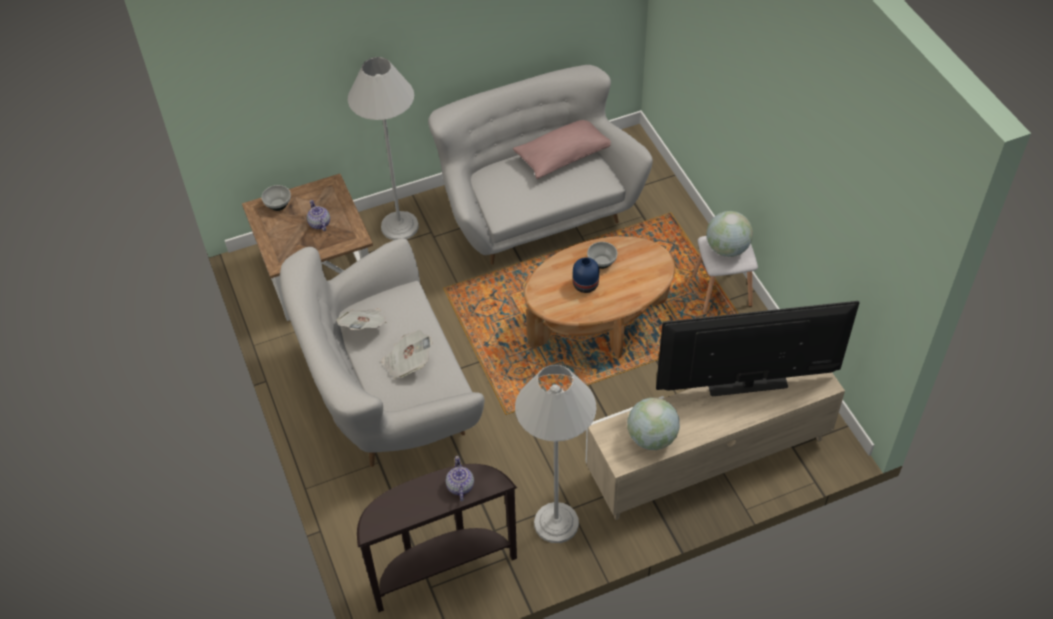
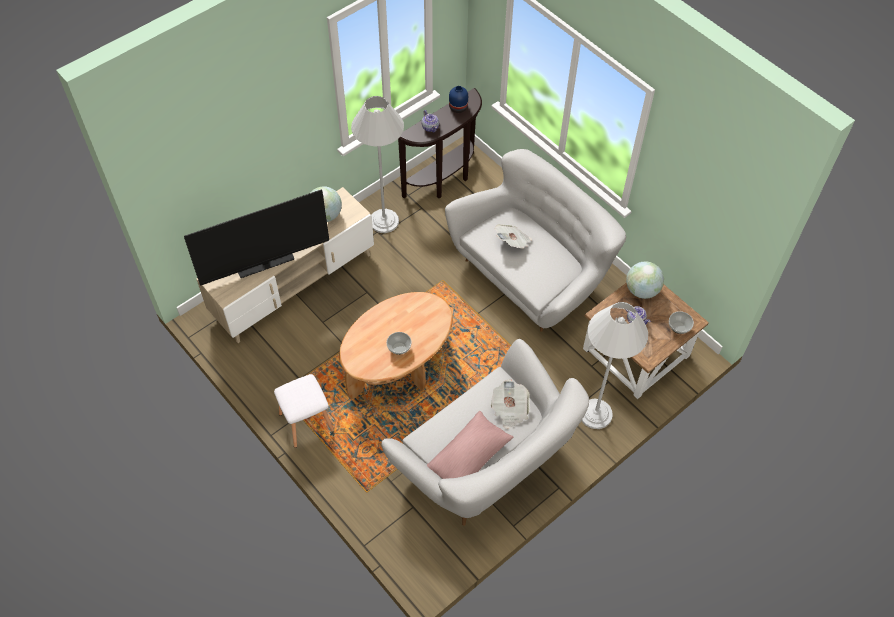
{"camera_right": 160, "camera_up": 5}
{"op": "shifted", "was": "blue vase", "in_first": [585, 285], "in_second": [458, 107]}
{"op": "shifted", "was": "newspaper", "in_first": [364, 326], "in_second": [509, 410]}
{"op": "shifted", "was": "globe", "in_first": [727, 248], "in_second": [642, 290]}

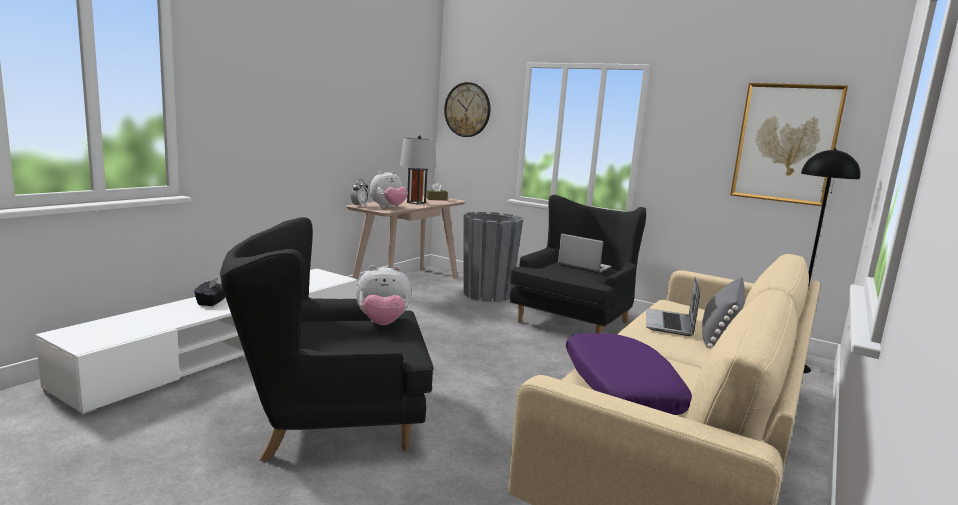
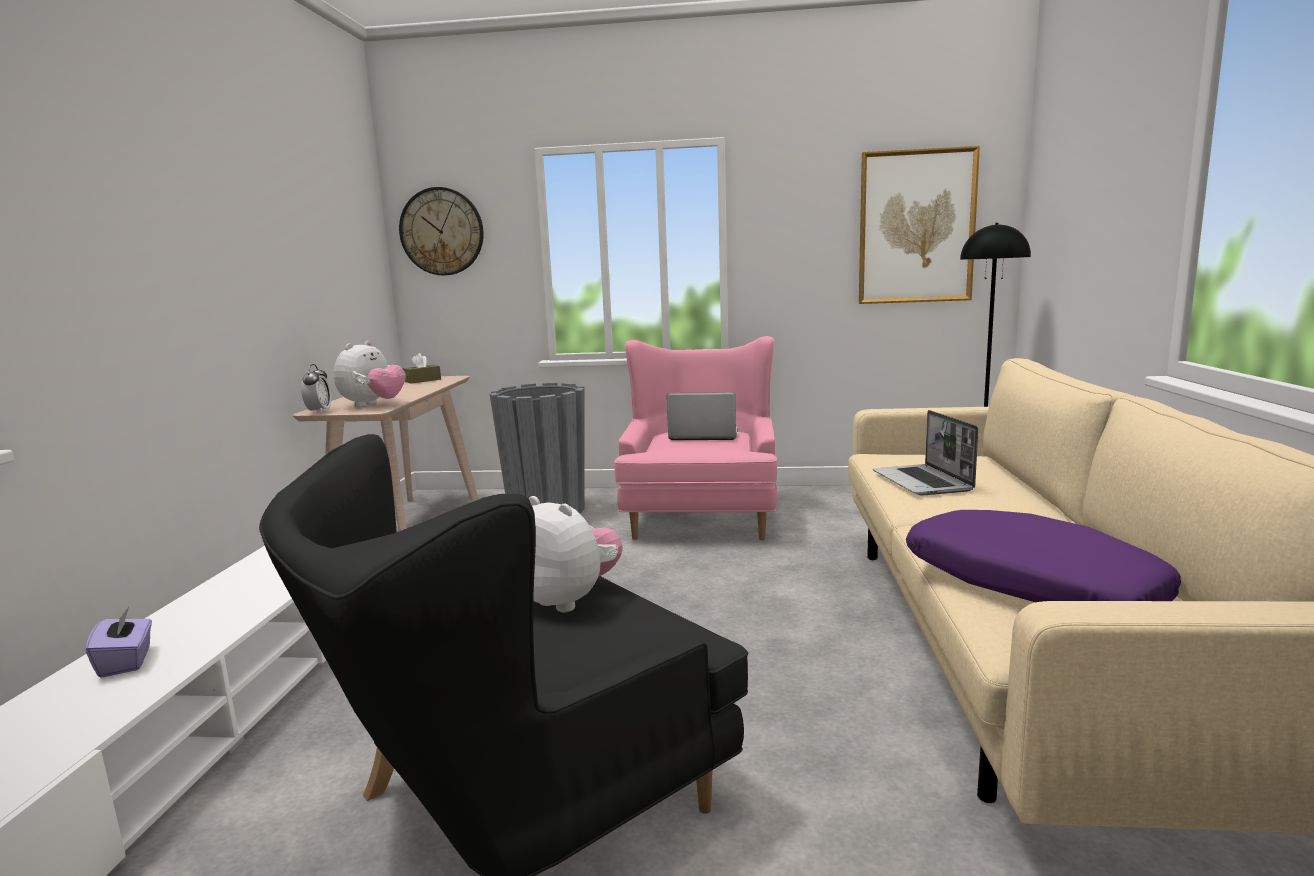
{"camera_right": -25, "camera_up": 0}
{"op": "repainted", "was": "black tissue box", "now": "purple tissue box", "in_first": [212, 302], "in_second": [126, 662]}
{"op": "rotated", "was": "plush toy", "in_first": [382, 324], "in_second": [568, 600], "clockwise": -105}
{"op": "repainted", "was": "black armchair", "now": "pink armchair", "in_first": [575, 321], "in_second": [702, 517]}
{"op": "gone", "was": "grey table lamp", "in_first": [416, 203]}
{"op": "gone", "was": "grey pillow", "in_first": [720, 332]}

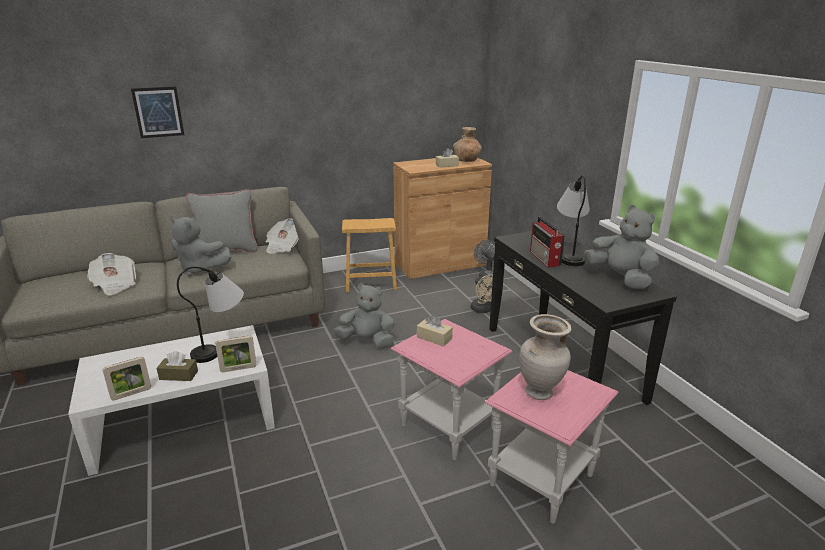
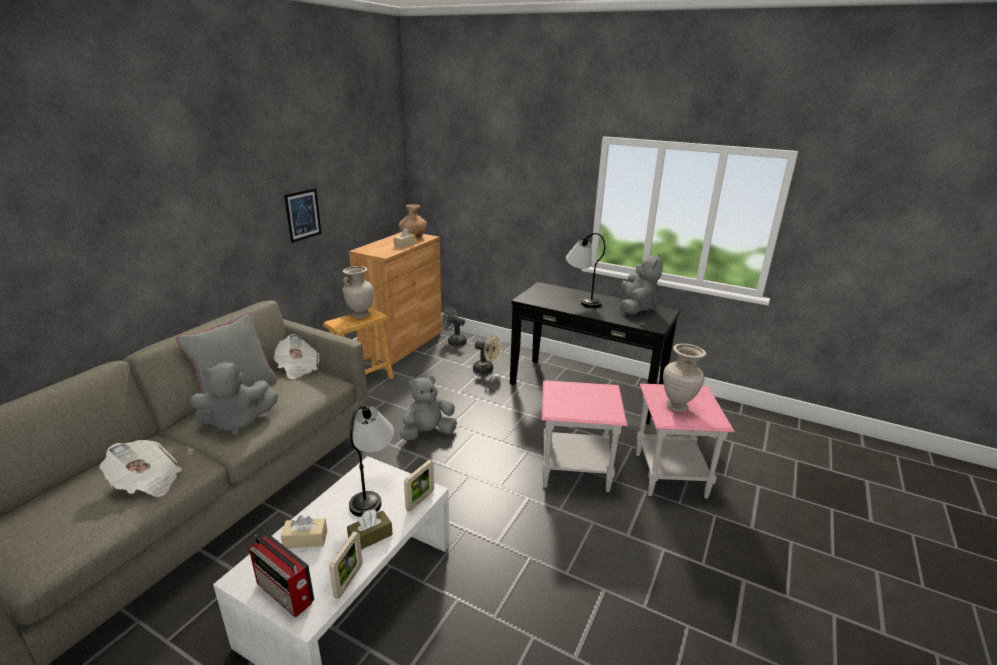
{"camera_right": -40, "camera_up": 0}
{"op": "shifted", "was": "radio", "in_first": [545, 259], "in_second": [285, 593]}
{"op": "shifted", "was": "beige tissue box", "in_first": [434, 338], "in_second": [305, 539]}
{"op": "shifted", "was": "picture", "in_first": [158, 112], "in_second": [303, 215]}
{"op": "new", "now": "beige vase", "in_second": [360, 315]}
{"op": "rotated", "was": "grey plush toy", "in_first": [620, 278], "in_second": [635, 307], "clockwise": 90}

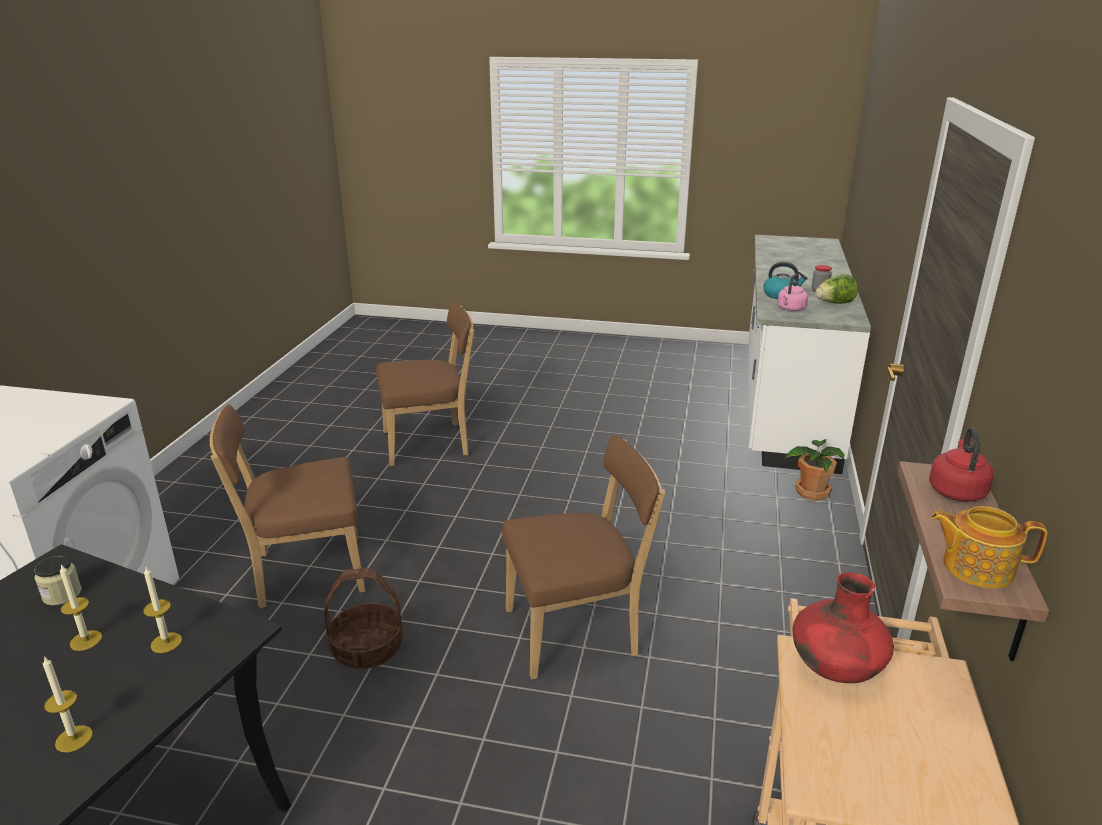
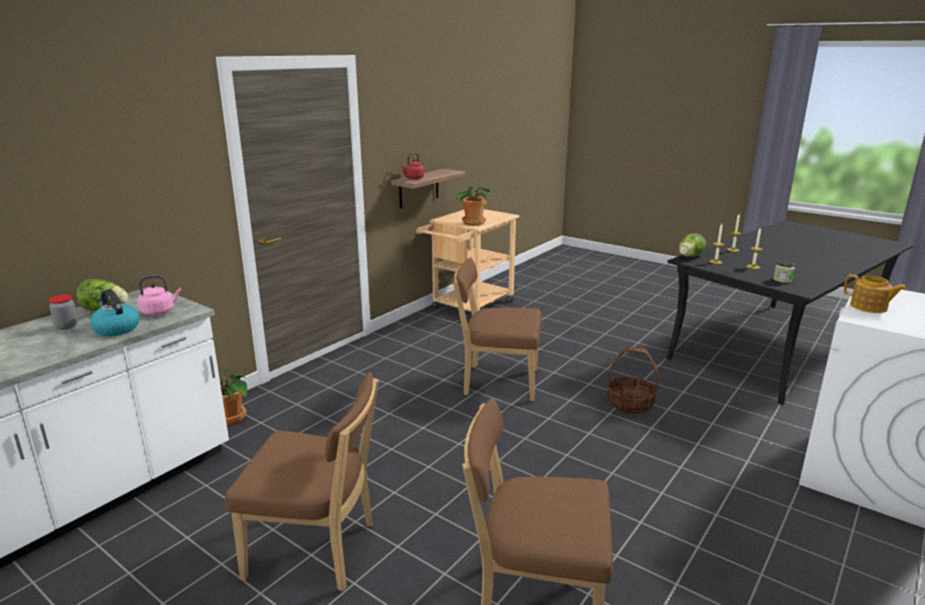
{"camera_right": -155, "camera_up": -5}
{"op": "shifted", "was": "brown chair", "in_first": [304, 573], "in_second": [317, 551]}
{"op": "swapped", "was": "red vase", "now": "potted plant", "in_first": [835, 669], "in_second": [472, 223]}
{"op": "new", "now": "lettuce", "in_second": [689, 257]}
{"op": "shifted", "was": "teapot", "in_first": [976, 567], "in_second": [869, 307]}

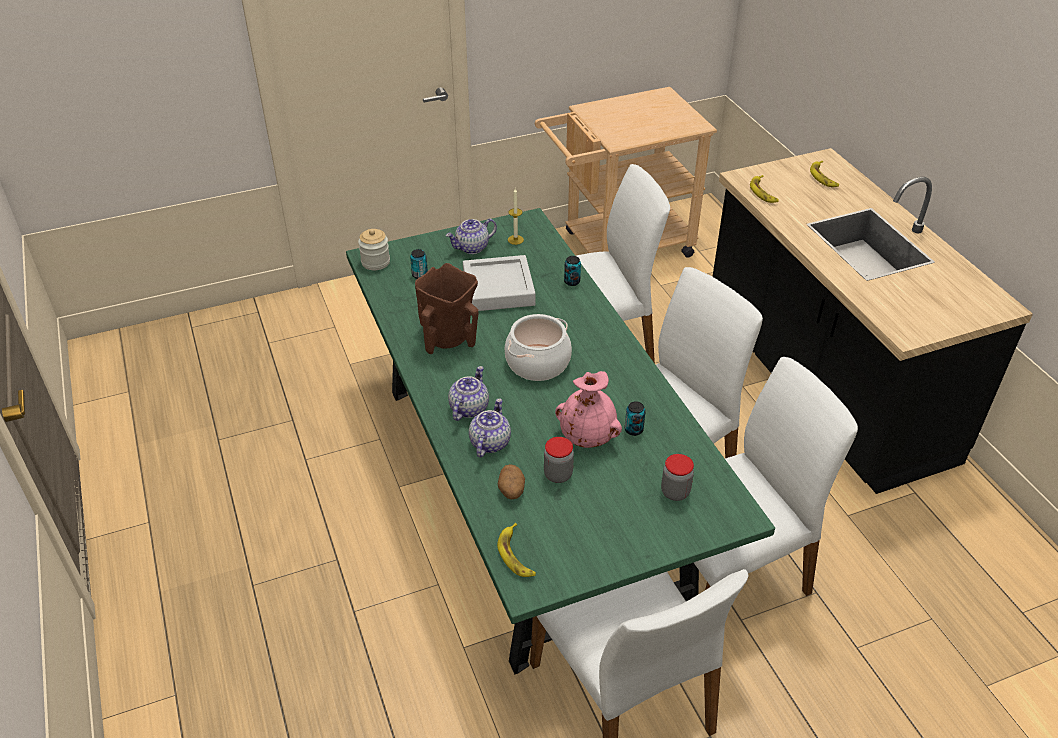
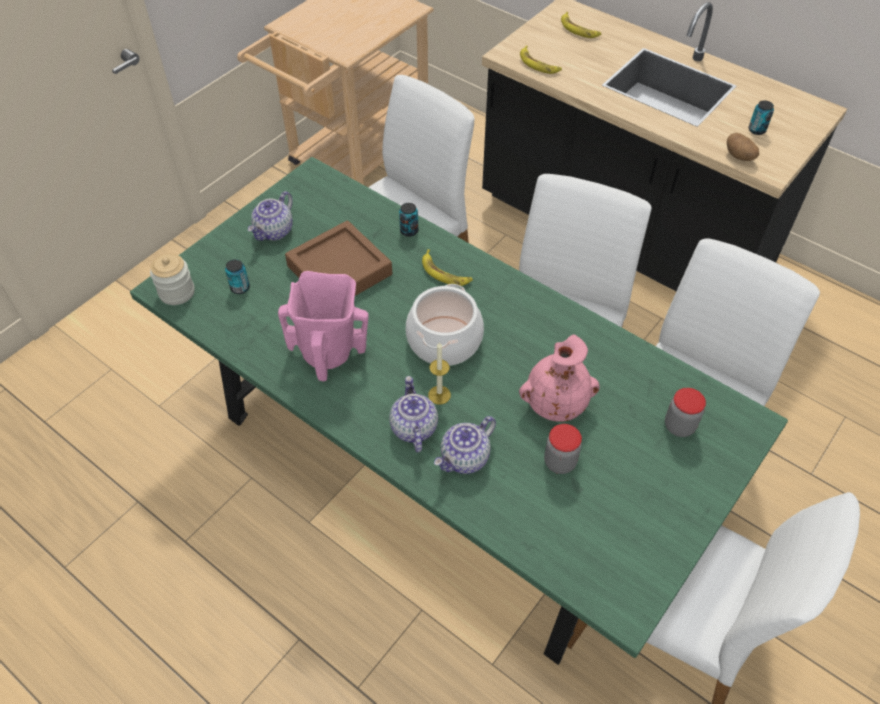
{"camera_right": -30, "camera_up": 10}
{"op": "repainted", "was": "brown vase", "now": "pink vase", "in_first": [449, 338], "in_second": [330, 352]}
{"op": "repainted", "was": "grey tray", "now": "brown tray", "in_first": [498, 289], "in_second": [339, 270]}
{"op": "shifted", "was": "banana", "in_first": [516, 555], "in_second": [445, 273]}
{"op": "shifted", "was": "candle", "in_first": [515, 240], "in_second": [439, 395]}
{"op": "rotated", "was": "teapot", "in_first": [489, 442], "in_second": [465, 458], "clockwise": -120}
{"op": "shifted", "was": "potato", "in_first": [511, 491], "in_second": [739, 156]}
{"op": "shifted", "was": "can", "in_first": [633, 430], "in_second": [756, 130]}

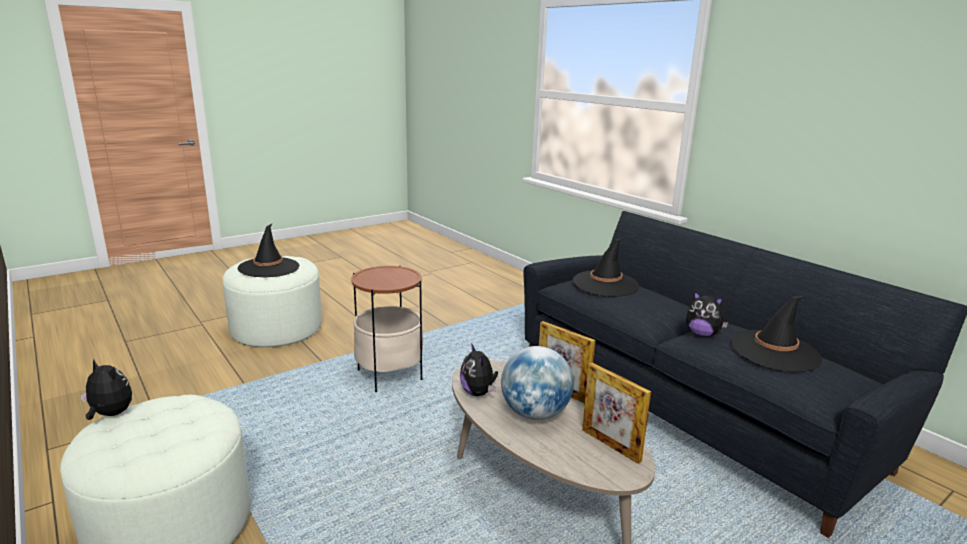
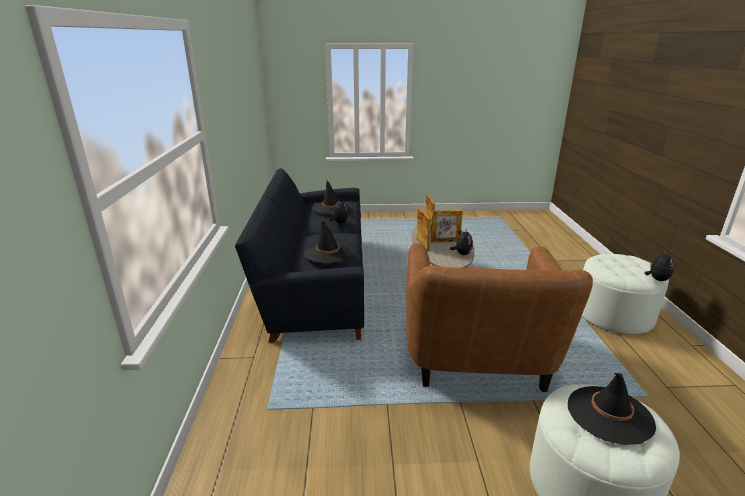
{"camera_right": -145, "camera_up": 5}
{"op": "swapped", "was": "side table", "now": "brown armchair", "in_first": [389, 375], "in_second": [477, 363]}
{"op": "swapped", "was": "globe", "now": "picture frame", "in_first": [535, 414], "in_second": [445, 241]}
{"op": "rotated", "was": "plush toy", "in_first": [110, 414], "in_second": [656, 279], "clockwise": -135}

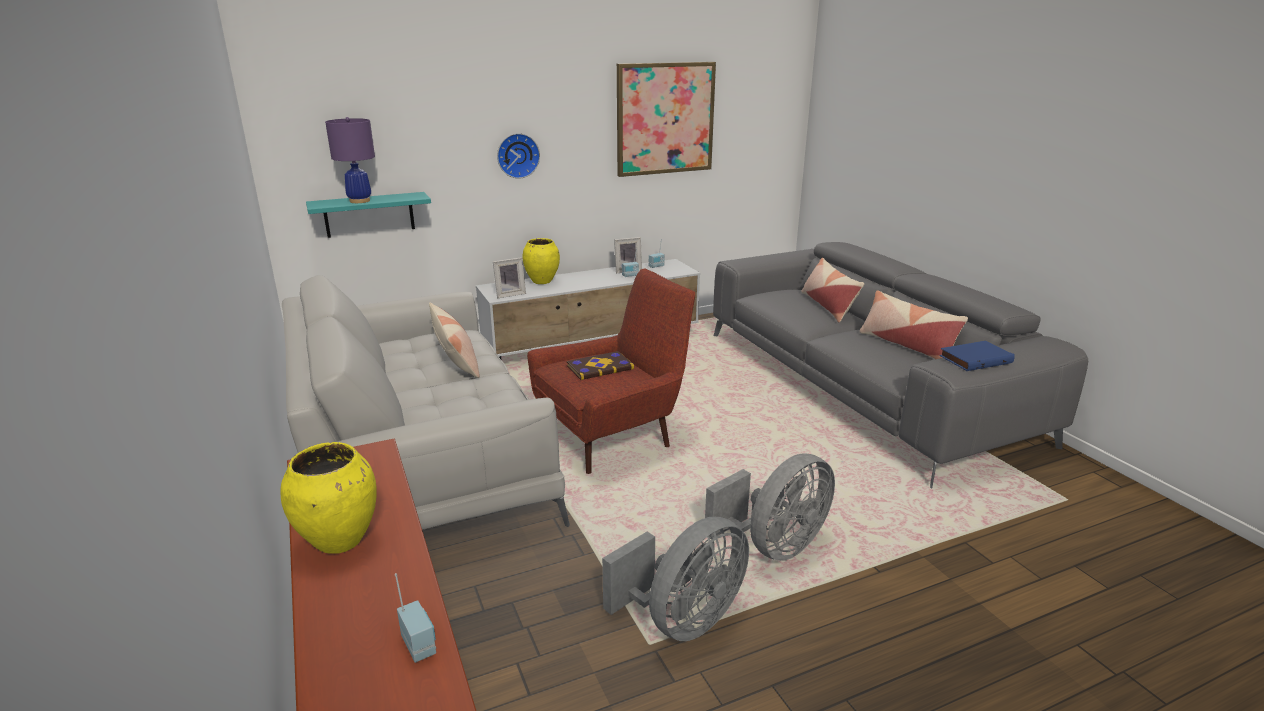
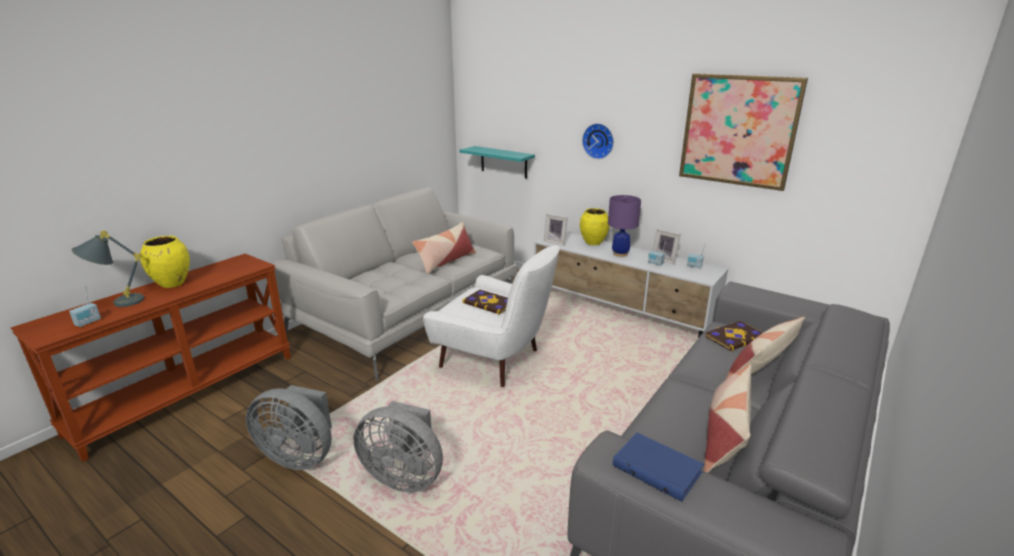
{"camera_right": 60, "camera_up": 0}
{"op": "new", "now": "grey table lamp", "in_second": [117, 303]}
{"op": "repainted", "was": "red armchair", "now": "white armchair", "in_first": [613, 437], "in_second": [495, 361]}
{"op": "shifted", "was": "purple table lamp", "in_first": [359, 201], "in_second": [620, 254]}
{"op": "new", "now": "book", "in_second": [734, 337]}

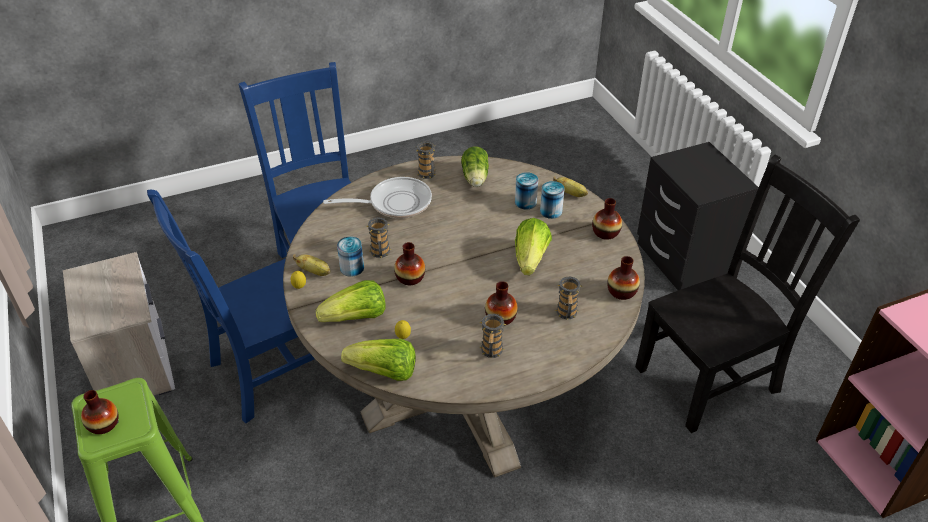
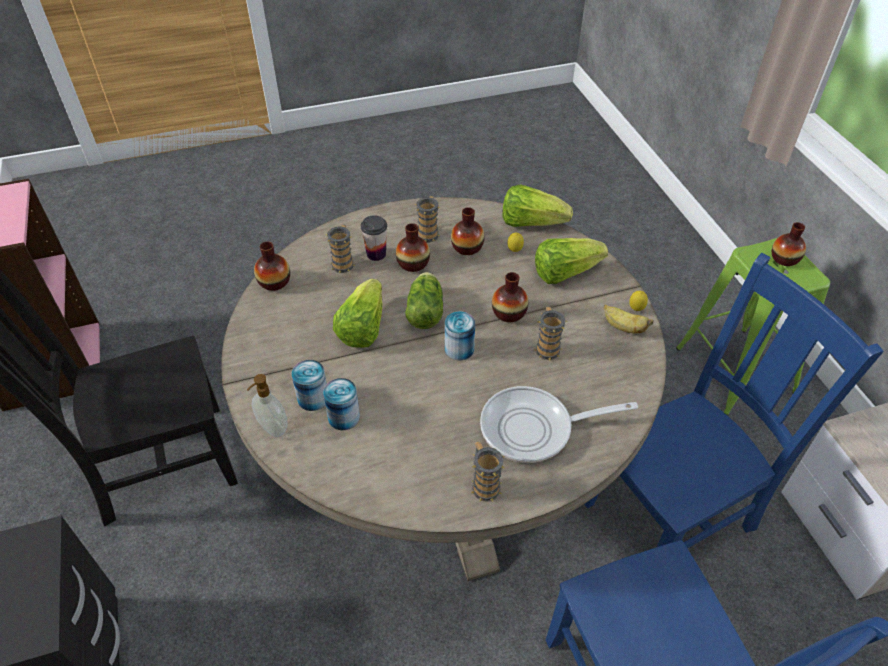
{"camera_right": -175, "camera_up": 5}
{"op": "swapped", "was": "banana", "now": "soap dispenser", "in_first": [571, 194], "in_second": [272, 428]}
{"op": "new", "now": "cup", "in_second": [376, 254]}
{"op": "shifted", "was": "lettuce", "in_first": [475, 178], "in_second": [425, 309]}
{"op": "shifted", "was": "can", "in_first": [352, 268], "in_second": [459, 349]}
{"op": "shifted", "was": "vase", "in_first": [605, 233], "in_second": [467, 247]}

